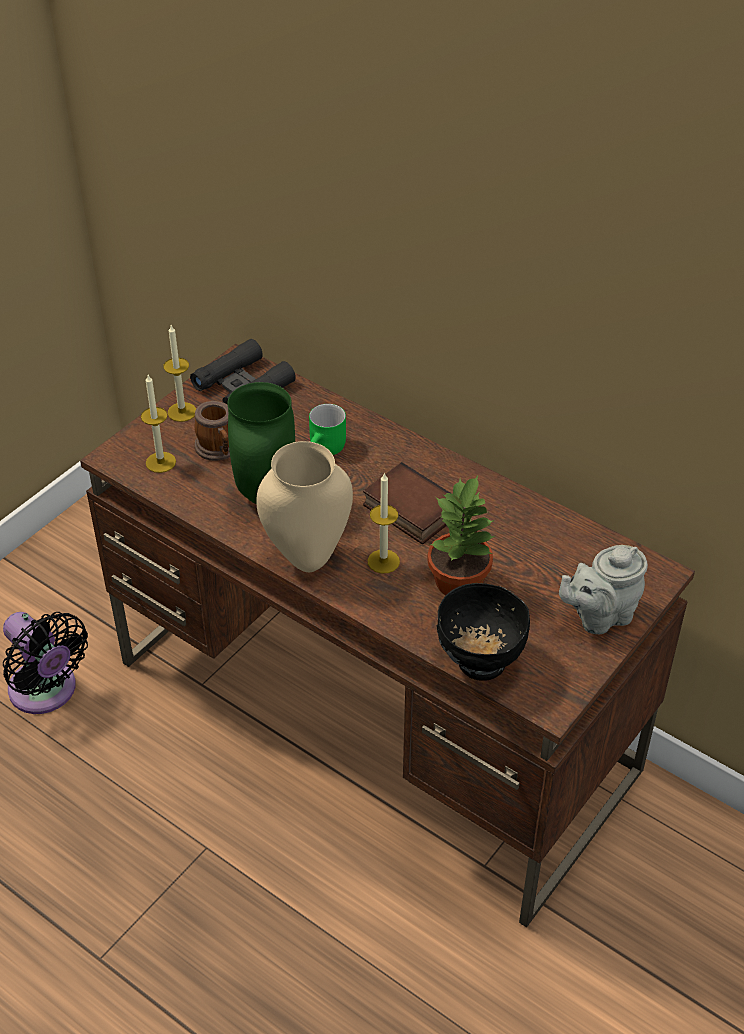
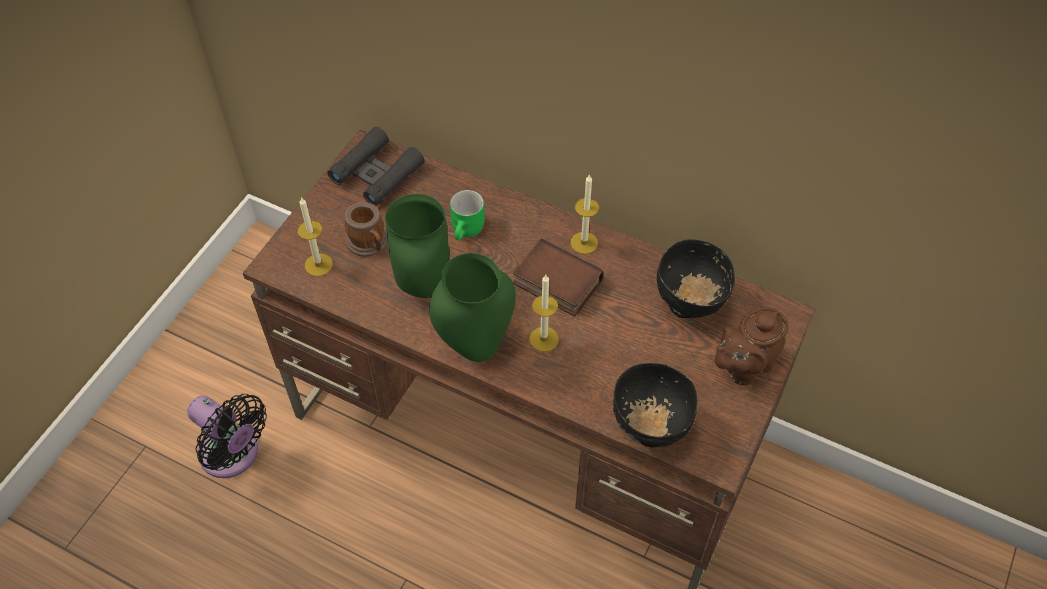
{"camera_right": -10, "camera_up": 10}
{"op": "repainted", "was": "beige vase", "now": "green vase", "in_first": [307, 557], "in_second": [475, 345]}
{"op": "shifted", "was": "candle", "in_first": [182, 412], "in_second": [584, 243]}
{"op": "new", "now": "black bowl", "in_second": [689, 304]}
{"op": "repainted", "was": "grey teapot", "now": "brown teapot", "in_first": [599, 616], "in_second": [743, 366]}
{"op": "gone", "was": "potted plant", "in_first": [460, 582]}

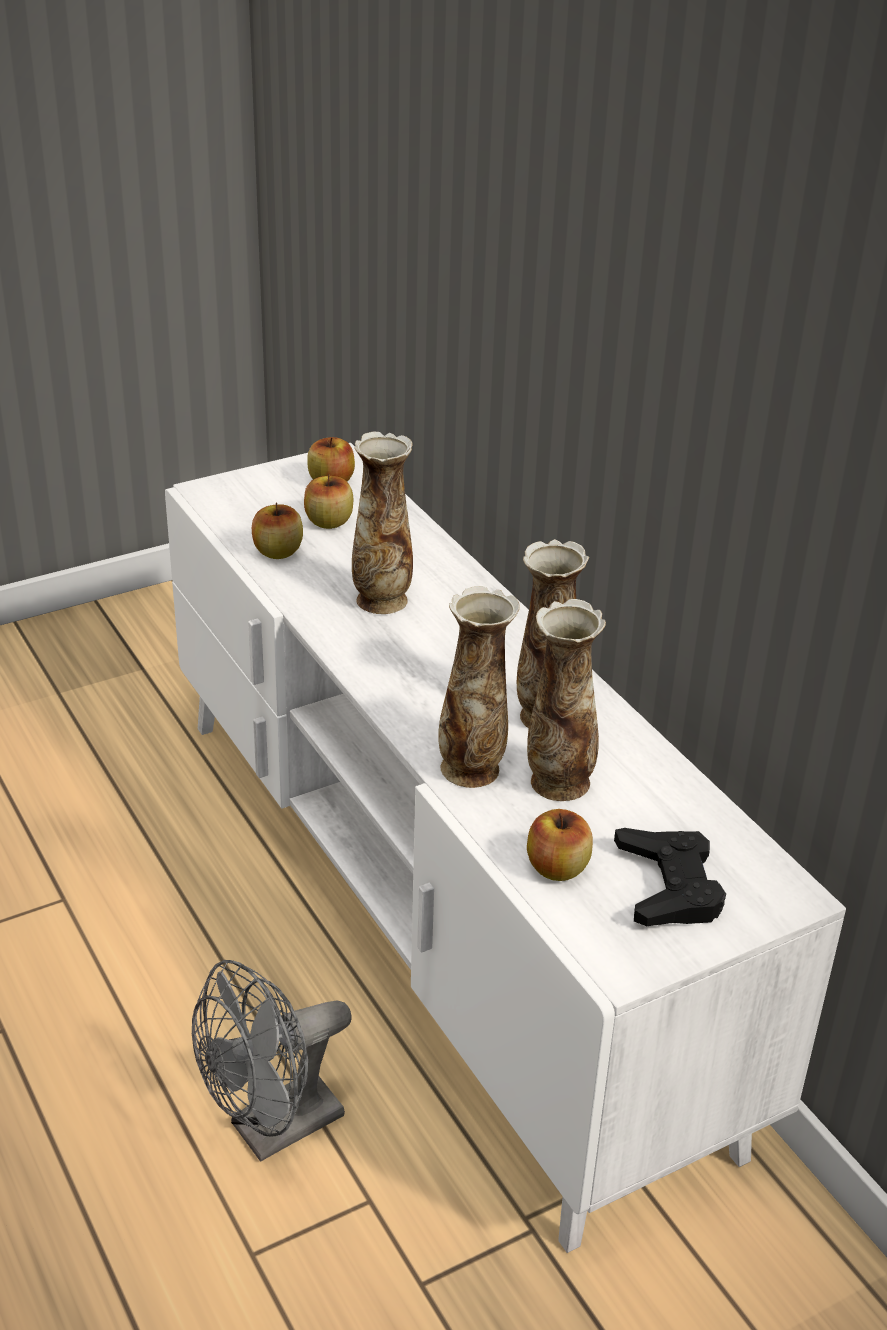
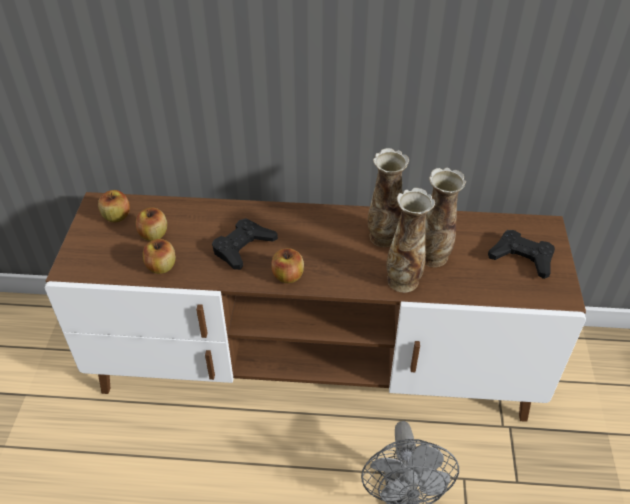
{"camera_right": -55, "camera_up": 10}
{"op": "repainted", "was": "white tv stand", "now": "brown tv stand", "in_first": [436, 913], "in_second": [315, 363]}
{"op": "swapped", "was": "vase", "now": "black game controller", "in_first": [382, 599], "in_second": [243, 247]}
{"op": "shifted", "was": "apple", "in_first": [557, 868], "in_second": [288, 276]}

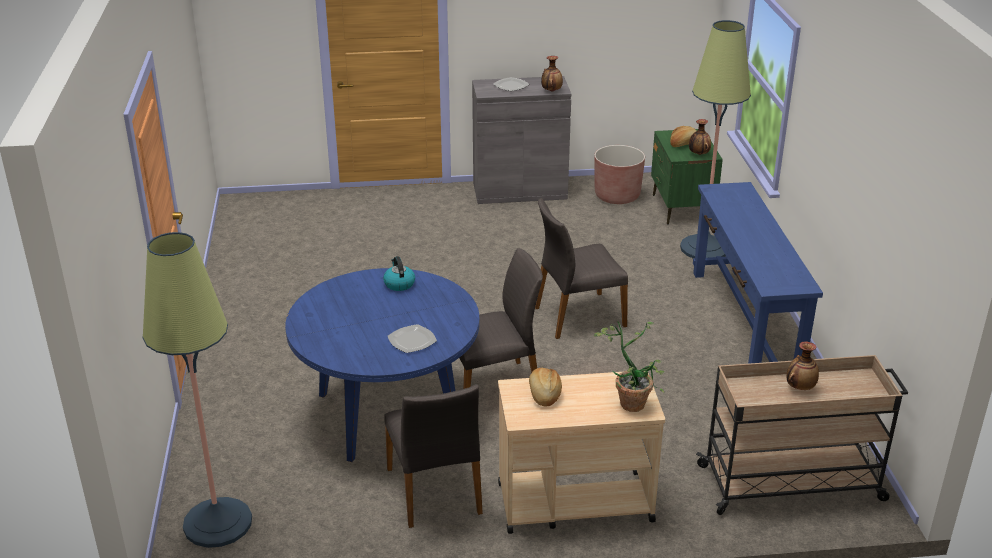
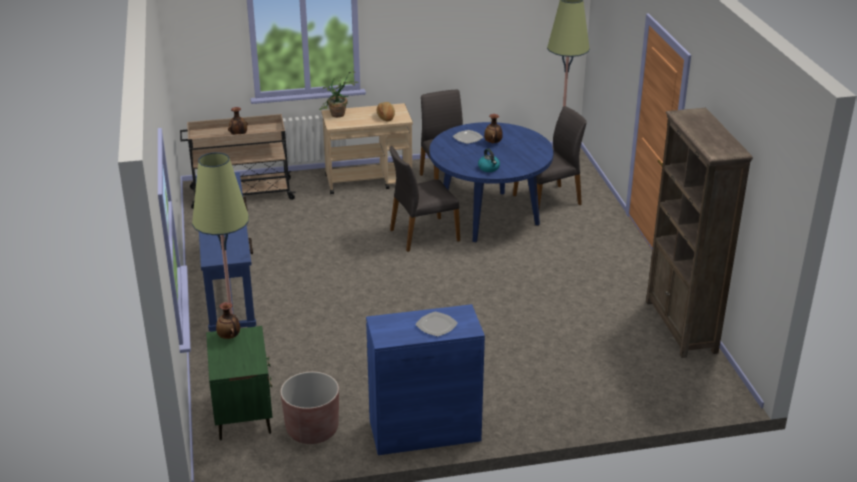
{"camera_right": 175, "camera_up": 0}
{"op": "repainted", "was": "grey cabinet", "now": "blue cabinet", "in_first": [519, 191], "in_second": [424, 431]}
{"op": "shifted", "was": "vase", "in_first": [551, 91], "in_second": [493, 143]}
{"op": "shifted", "was": "grey chair", "in_first": [578, 316], "in_second": [548, 200]}
{"op": "new", "now": "brown bookcase", "in_second": [681, 327]}
{"op": "gone", "was": "bread", "in_first": [684, 144]}

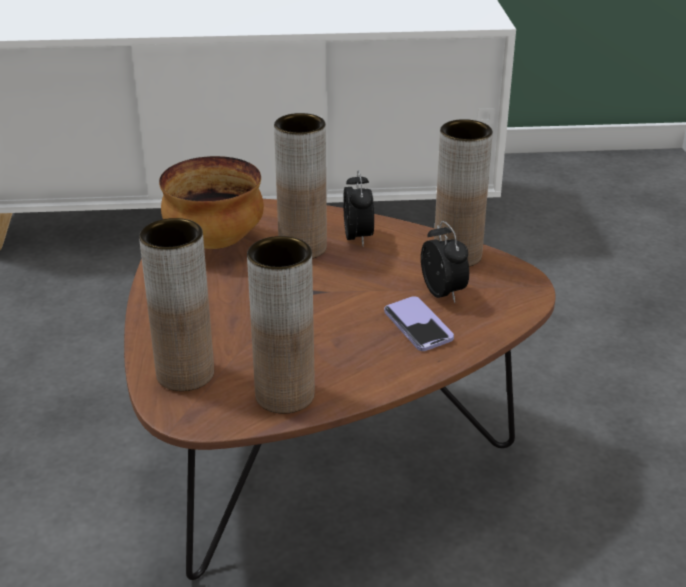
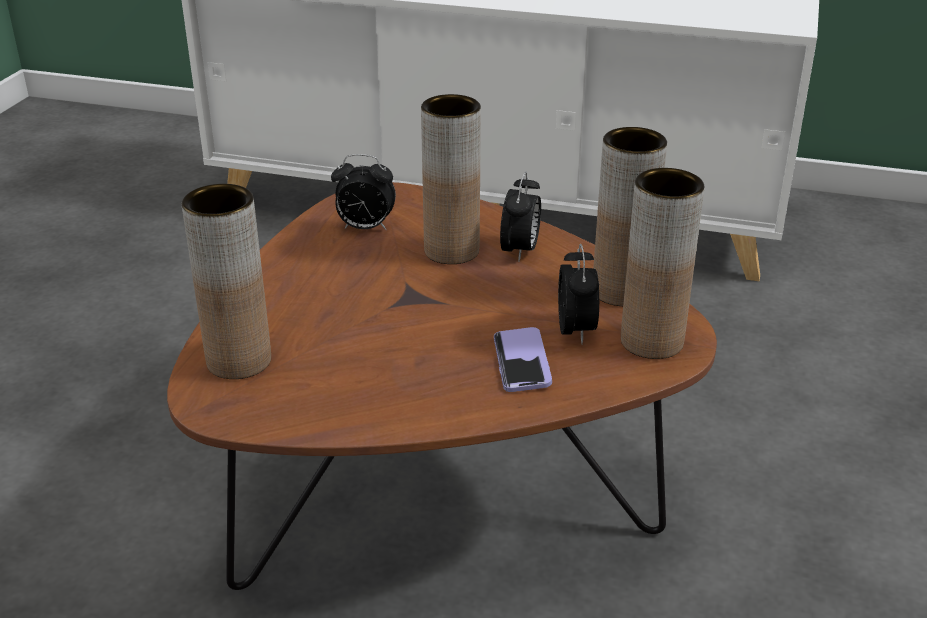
{"camera_right": 20, "camera_up": 0}
{"op": "swapped", "was": "bowl", "now": "alarm clock", "in_first": [216, 242], "in_second": [364, 228]}
{"op": "shifted", "was": "brown vase", "in_first": [285, 395], "in_second": [651, 342]}

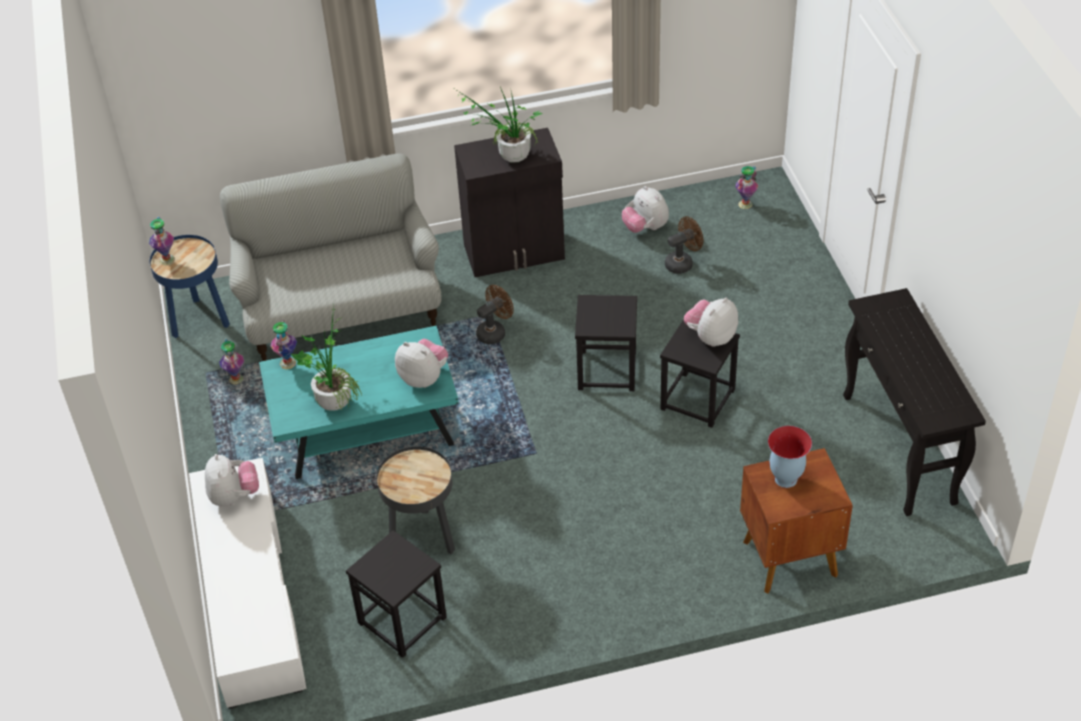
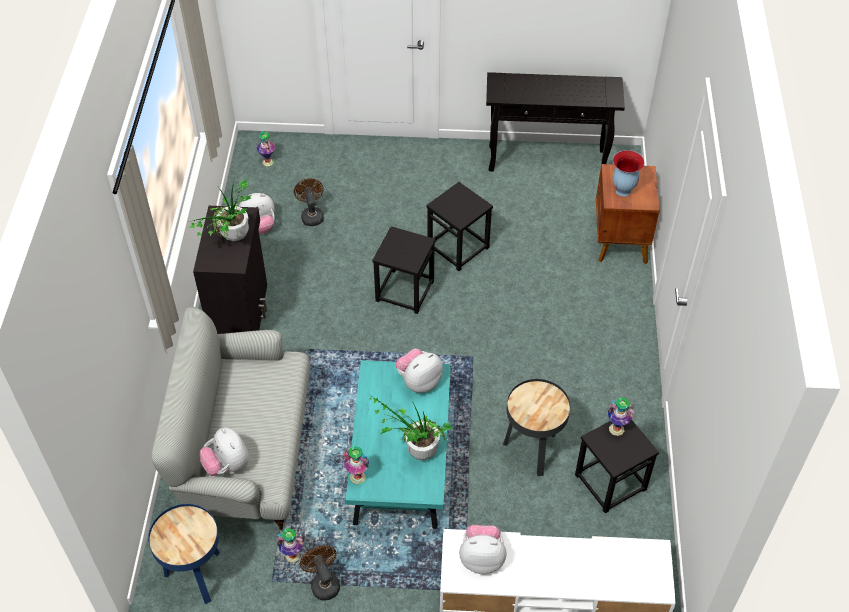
{"camera_right": -75, "camera_up": 5}
{"op": "shifted", "was": "plush toy", "in_first": [711, 337], "in_second": [227, 465]}
{"op": "shifted", "was": "brown fan", "in_first": [494, 332], "in_second": [323, 583]}
{"op": "shifted", "was": "vase", "in_first": [166, 259], "in_second": [616, 429]}

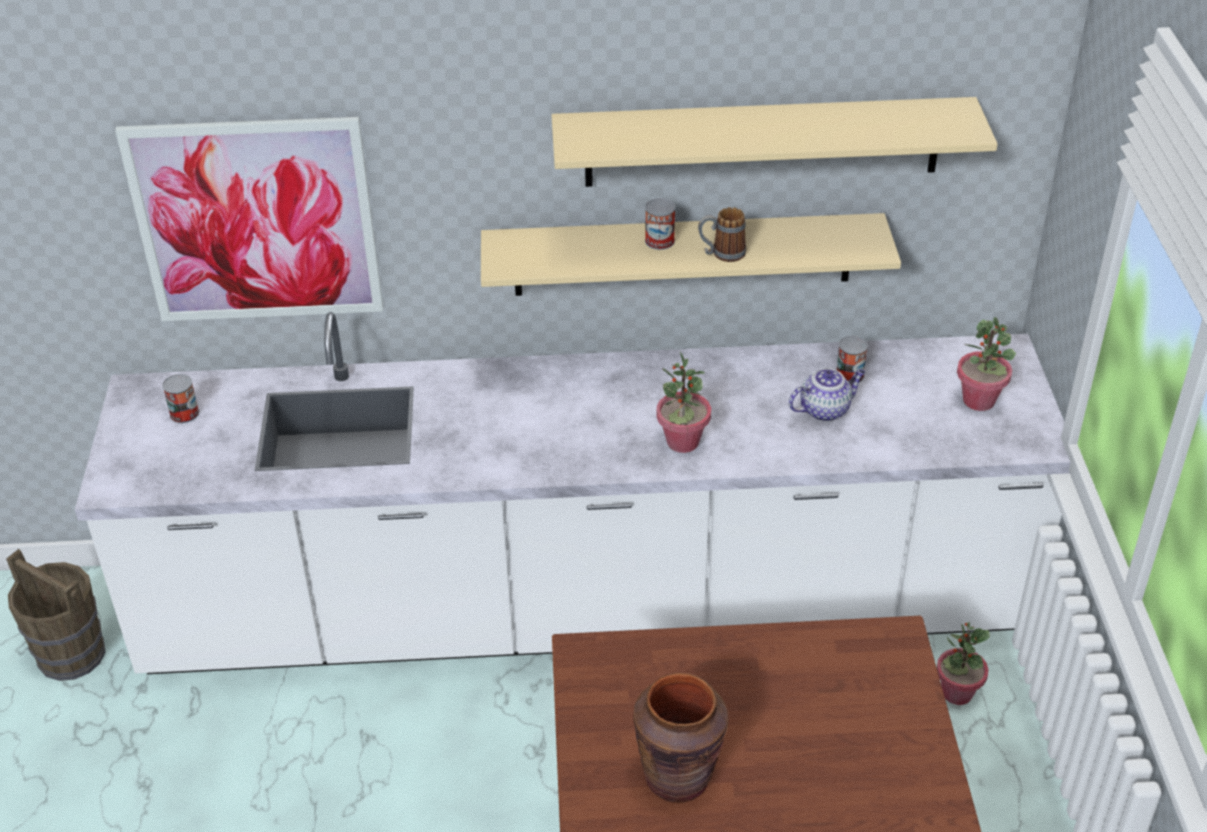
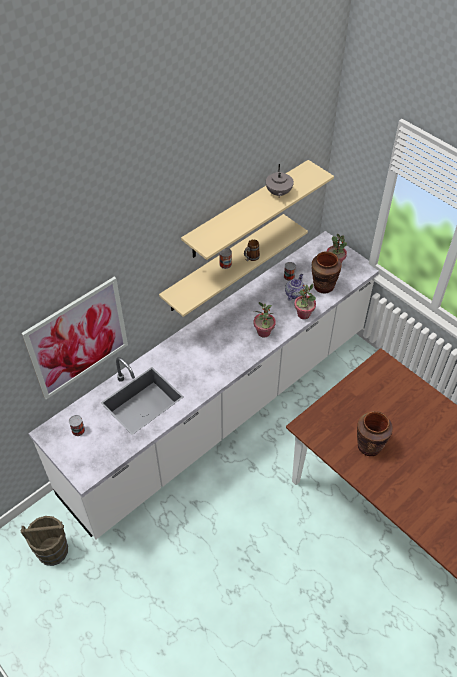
{"camera_right": -40, "camera_up": 10}
{"op": "new", "now": "grey teapot", "in_second": [278, 193]}
{"op": "shifted", "was": "potted plant", "in_first": [957, 693], "in_second": [303, 314]}
{"op": "new", "now": "brown vase", "in_second": [323, 286]}

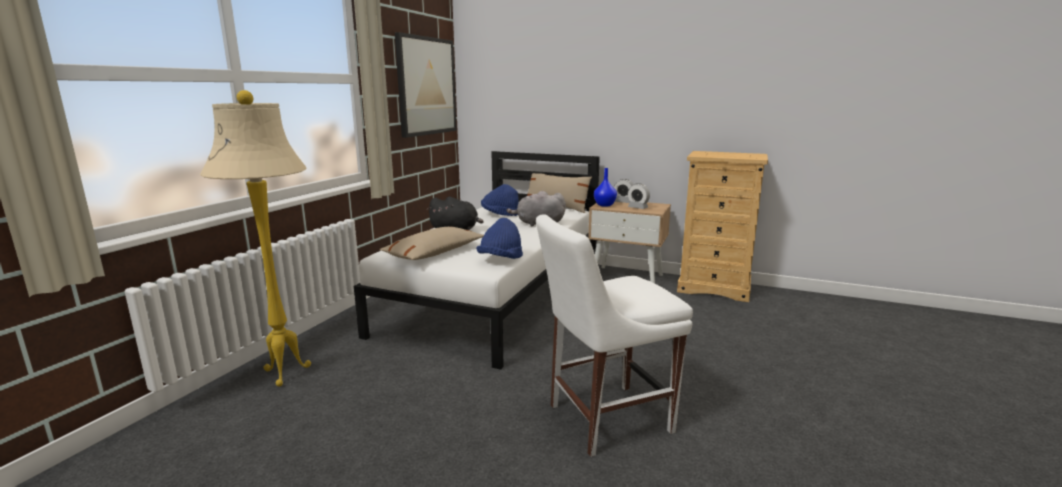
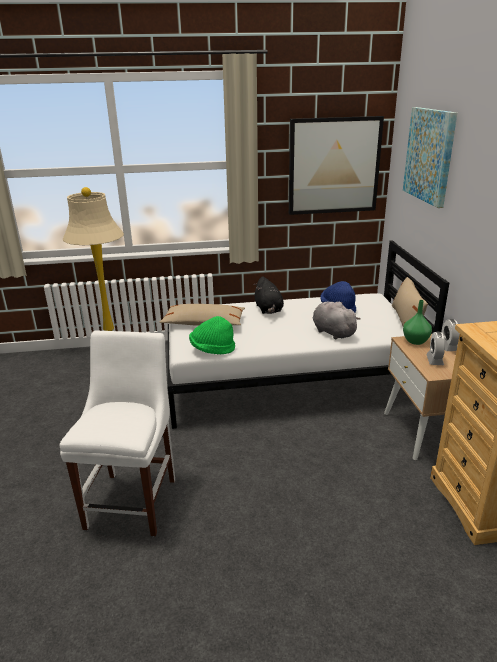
{"camera_right": 60, "camera_up": 10}
{"op": "rotated", "was": "white chair", "in_first": [604, 419], "in_second": [134, 499], "clockwise": 60}
{"op": "repainted", "was": "blue hat", "now": "green hat", "in_first": [500, 260], "in_second": [212, 349]}
{"op": "new", "now": "picture", "in_second": [429, 155]}
{"op": "repainted", "was": "blue vase", "now": "green vase", "in_first": [604, 205], "in_second": [416, 341]}

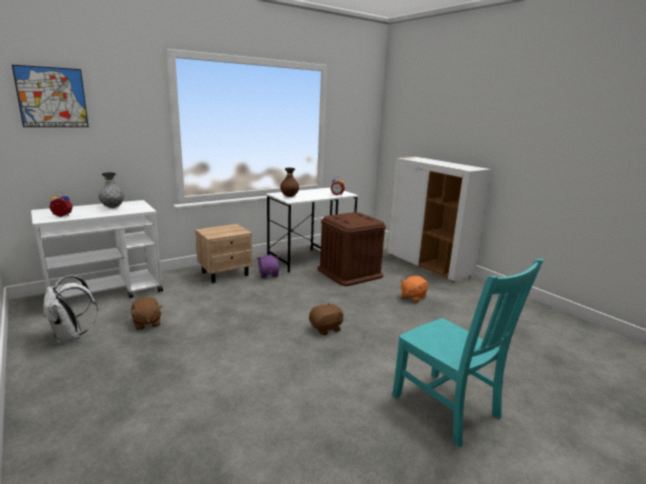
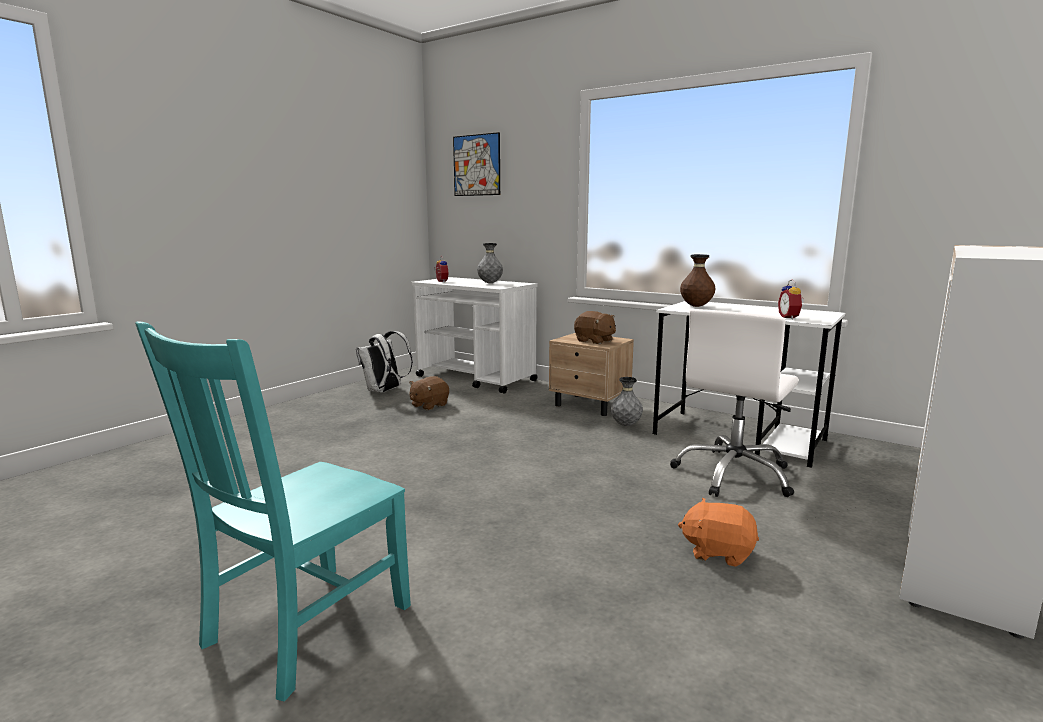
{"camera_right": 70, "camera_up": -5}
{"op": "shifted", "was": "brown plush toy", "in_first": [326, 328], "in_second": [594, 341]}
{"op": "swapped", "was": "purple plush toy", "now": "grey vase", "in_first": [269, 274], "in_second": [625, 425]}
{"op": "swapped", "was": "brown storage box", "now": "white office chair", "in_first": [349, 272], "in_second": [734, 475]}

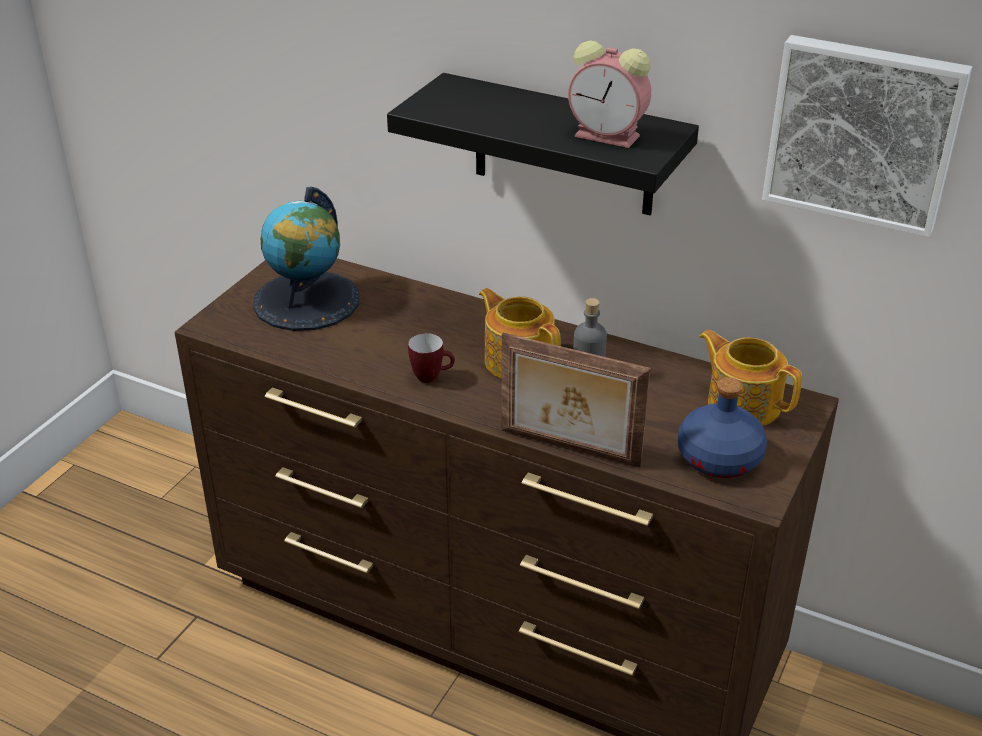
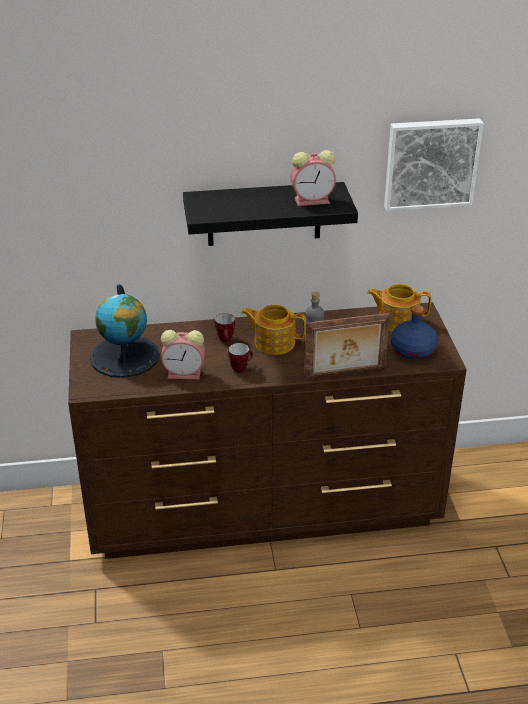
{"camera_right": -35, "camera_up": 0}
{"op": "new", "now": "alarm clock", "in_second": [185, 373]}
{"op": "new", "now": "mug", "in_second": [226, 341]}

